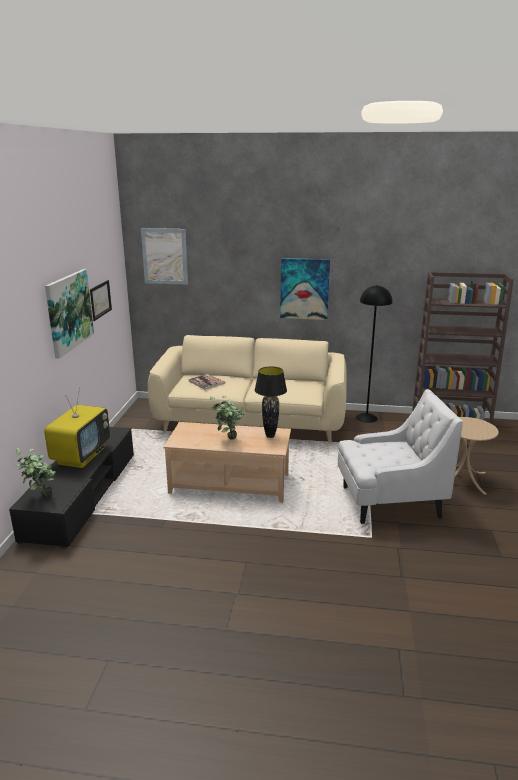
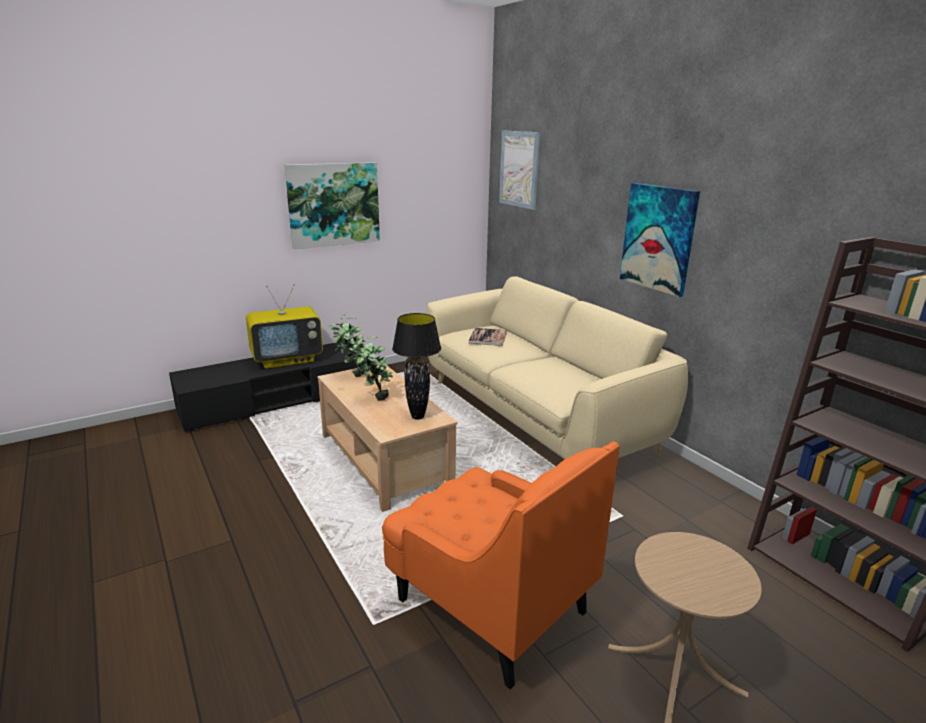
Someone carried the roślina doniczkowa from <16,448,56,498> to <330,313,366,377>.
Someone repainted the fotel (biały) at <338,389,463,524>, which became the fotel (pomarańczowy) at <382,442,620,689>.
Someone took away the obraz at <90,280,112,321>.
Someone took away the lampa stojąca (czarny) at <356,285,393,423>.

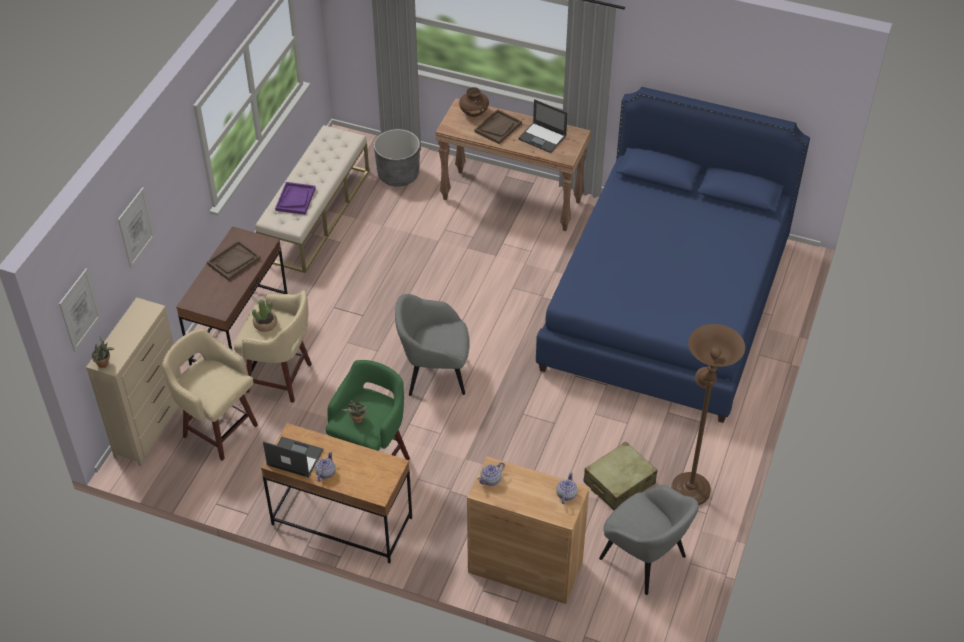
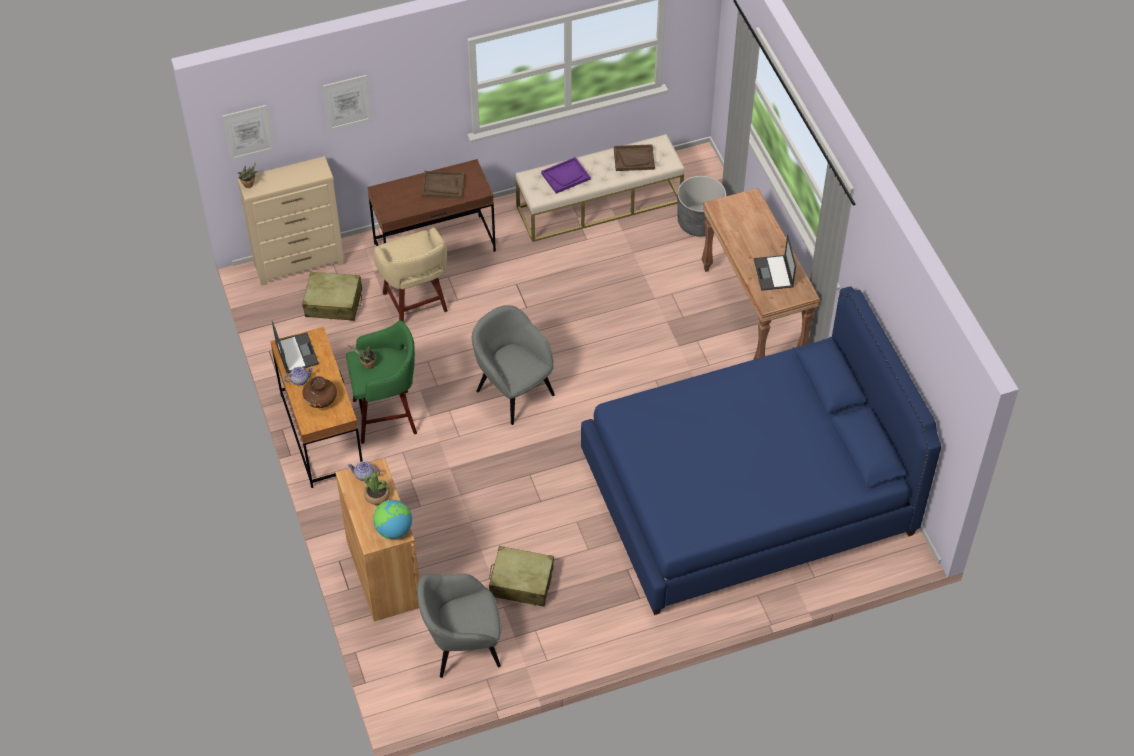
Someone swapped the stołek (beżowy) at <162,328,258,461> for the walizka (beżowy) at <302,272,362,321>.
Someone carried the wazon (brązowy) from <459,87,489,117> to <302,376,337,408>.
Someone carried the roślina doniczkowa from <252,299,277,332> to <364,473,390,505>.
Someone swapped the imbryk at <556,472,578,504> for the globus at <373,500,412,539>.
Someone rotated the fotel (szary) at <599,485,699,595> by 75 degrees clockwise.
Someone carried the taca (brązowy) from <474,109,522,144> to <614,144,655,171>.
Someone took away the lampa stojąca (brązowy) at <671,324,745,505>.

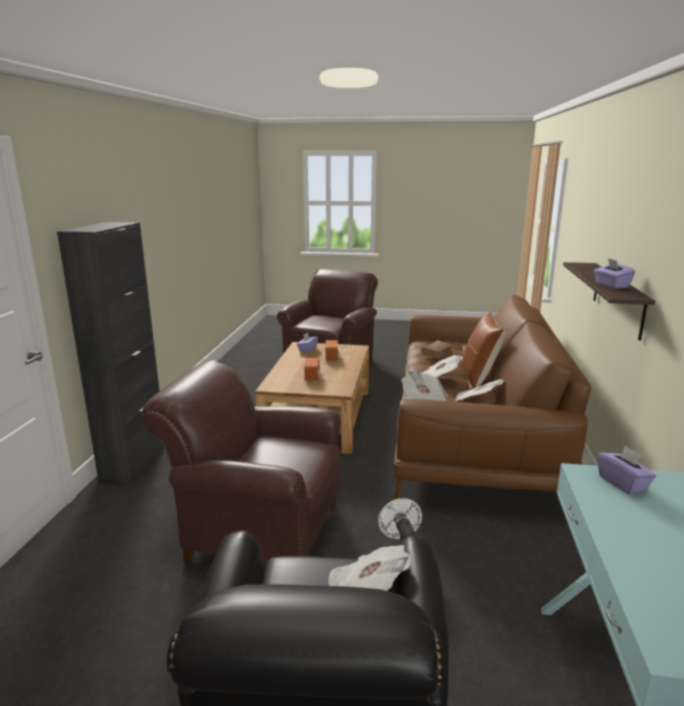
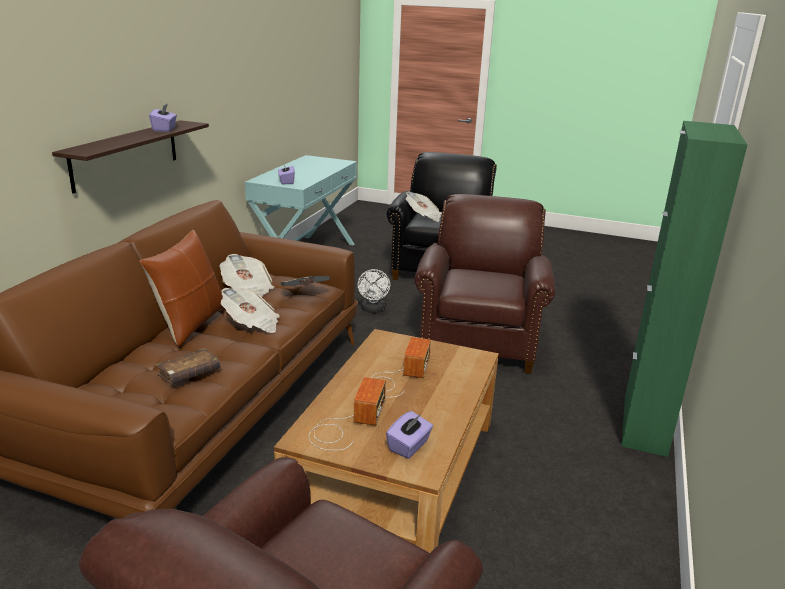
Someone rotated the fotel (brązowy) at <141,360,341,564> by 105 degrees counterclockwise.
Someone repainted the szafka (czarny) at <57,222,164,482>, which became the szafka (zielony) at <621,121,748,457>.

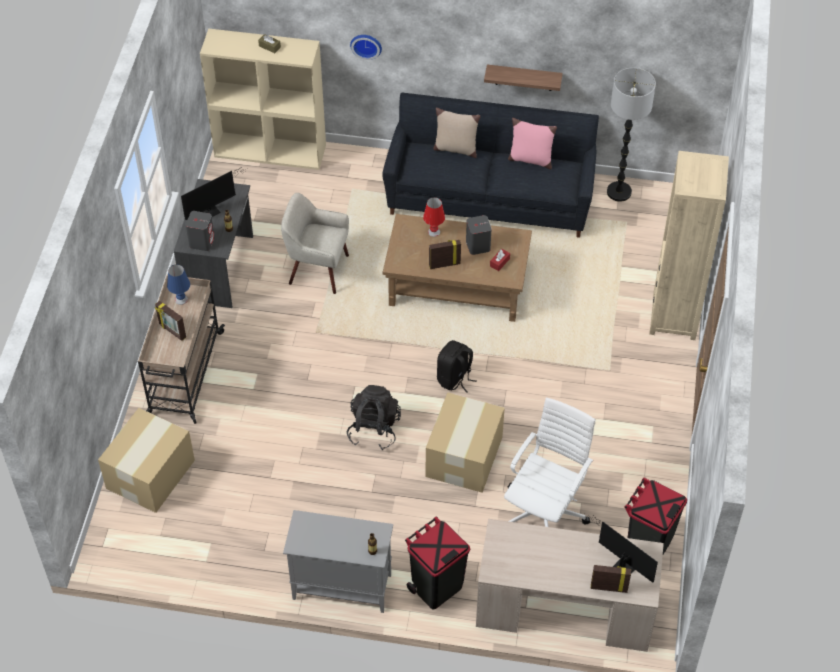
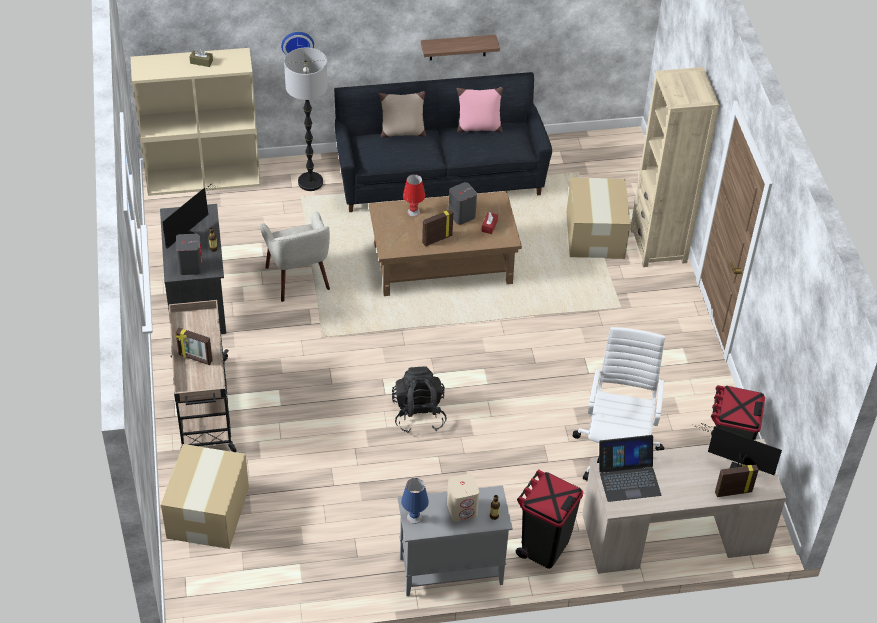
Someone rotated the fotel (beżowy) at <281,193,349,294> by 105 degrees counterclockwise.
Someone carried the lampa stojąca from <607,68,656,202> to <284,48,328,191>.
Someone carried the lampa stołowa (niebieski) from <167,265,190,305> to <401,478,429,524>.
Someone put down the głośnik (beżowy) at <447,474,479,522>.
Someone carried the karton from <426,392,505,493> to <566,178,631,259>.
Someone put down the laptop at <597,435,661,502>.
Someone took away the plecak (czarny) at <437,340,476,393>.

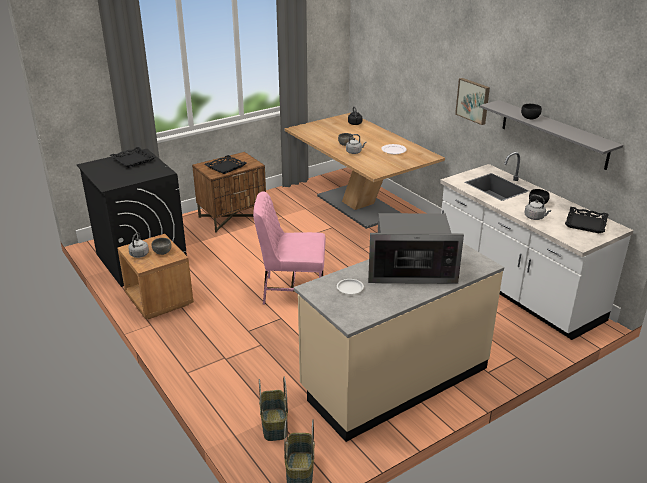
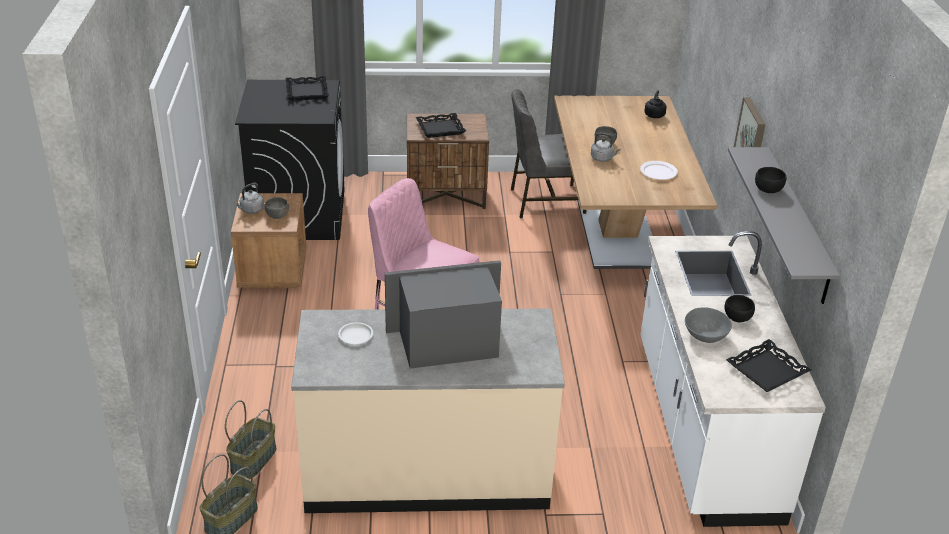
Someone rotated the mikrofalówka at <368,213,464,284> by 135 degrees clockwise.
Someone put down the krzesło (szary) at <511,89,586,218>.
Someone swapped the czajnik (szary) at <524,195,551,220> for the miska (szary) at <685,307,732,343>.

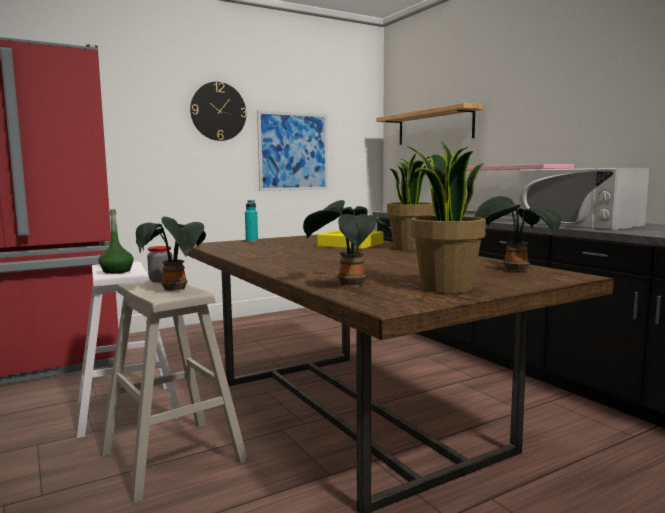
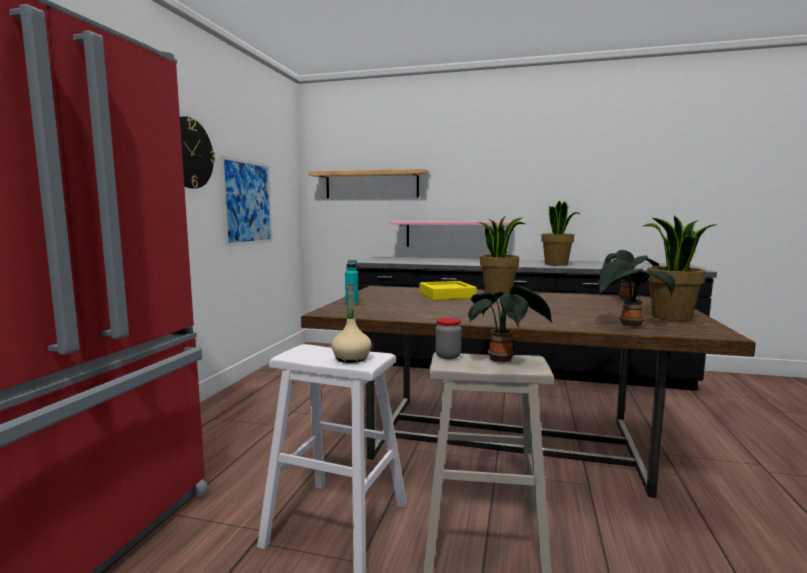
Someone repainted the butelka (zielony) at <99,209,134,274>, which became the butelka (beżowy) at <331,283,372,363>.
Someone swapped the mikrofalówka (biały) at <518,168,649,230> for the roślina doniczkowa at <541,200,580,266>.

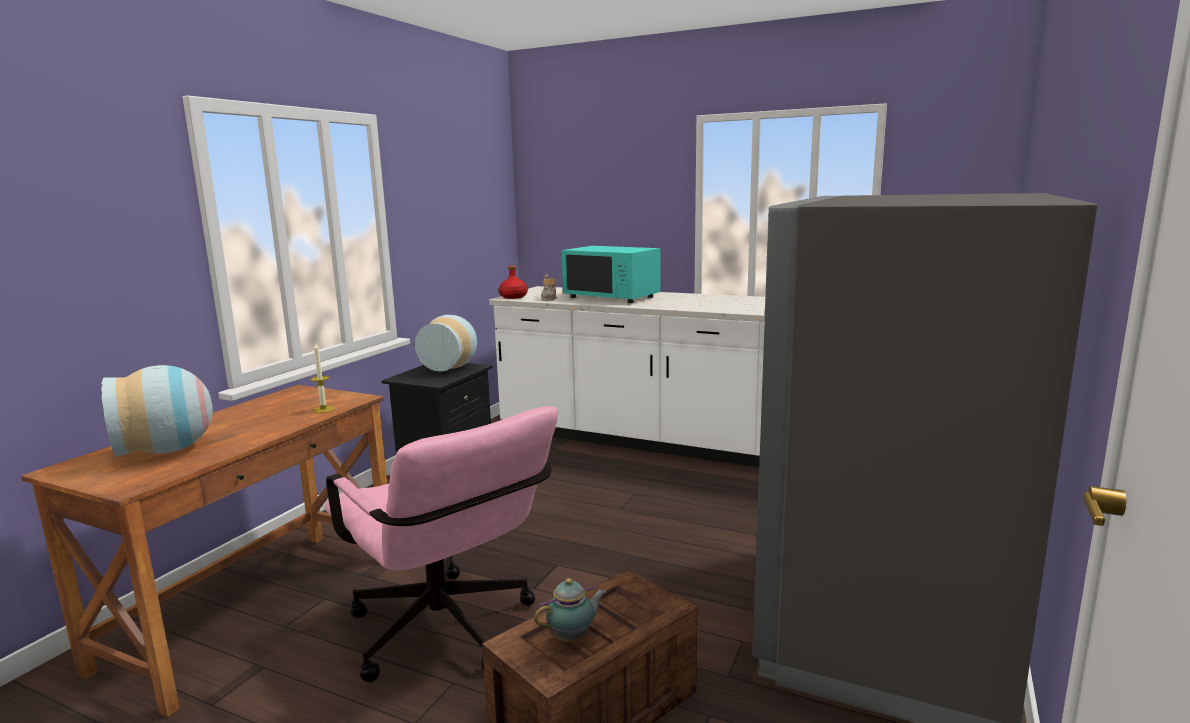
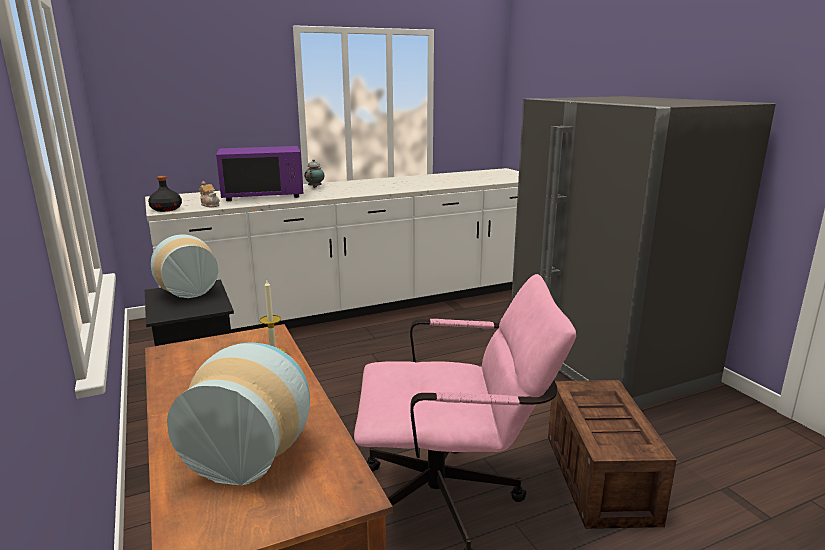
Someone repainted the butelka (czerwony) at <499,266,528,299>, which became the butelka (czarny) at <148,176,182,212>.
Someone repainted the mikrofalówka (turkusowy) at <562,246,660,303>, which became the mikrofalówka (fioletowy) at <216,146,304,201>.
Someone carried the imbryk from <534,578,607,642> to <304,159,325,188>.

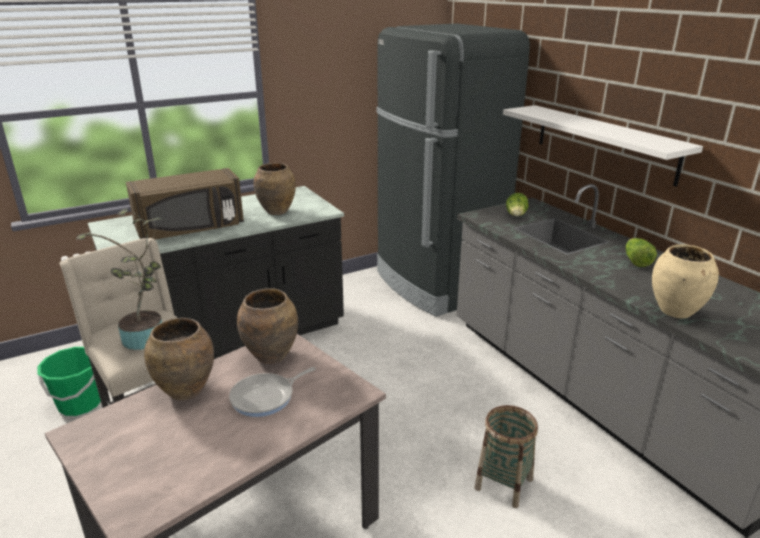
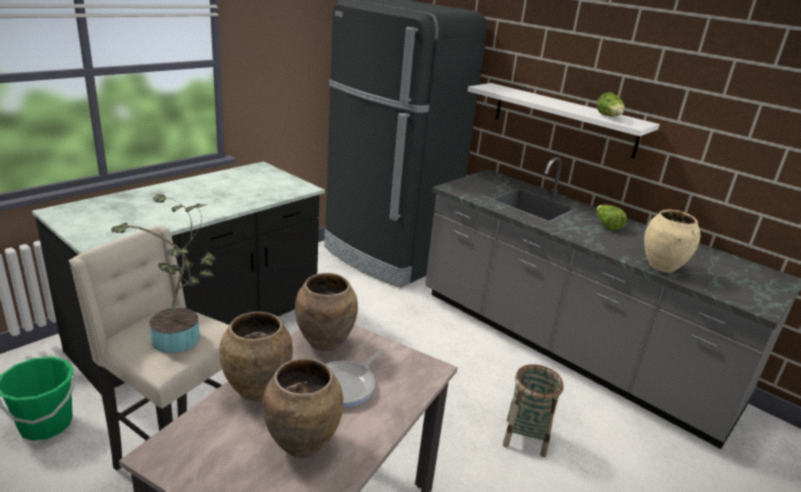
Someone carried the wazon (brązowy) from <254,163,296,215> to <262,358,343,458>.
Someone carried the sałata from <506,193,528,216> to <597,92,625,117>.
Someone took away the mikrofalówka (brązowy) at <126,168,244,239>.

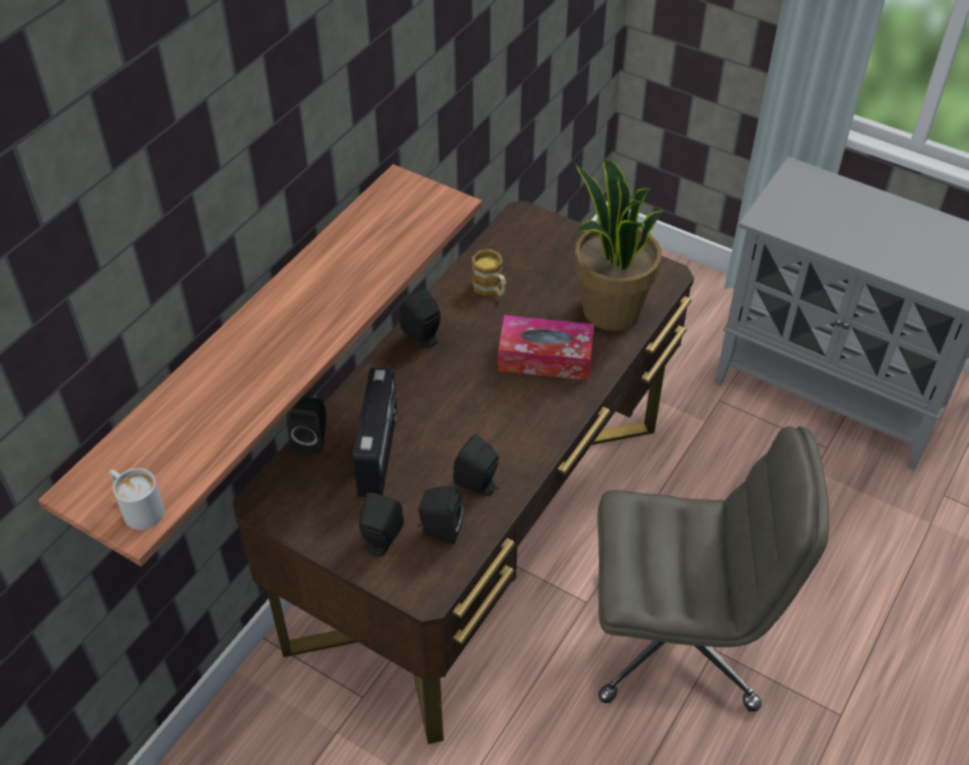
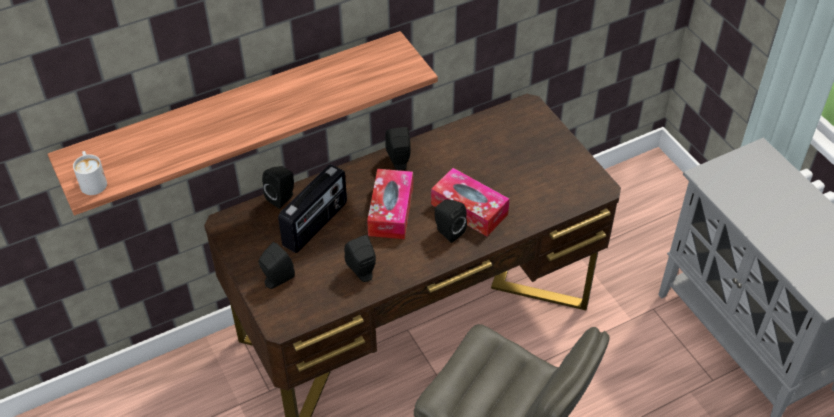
Someone put down the pudełko chusteczek at <367,169,413,239>.
Someone carried the głośnik (czarny) from <417,486,464,544> to <434,200,467,243>.
Someone took away the kubek at <472,249,506,297>.
Someone took away the roślina doniczkowa at <574,160,664,331>.

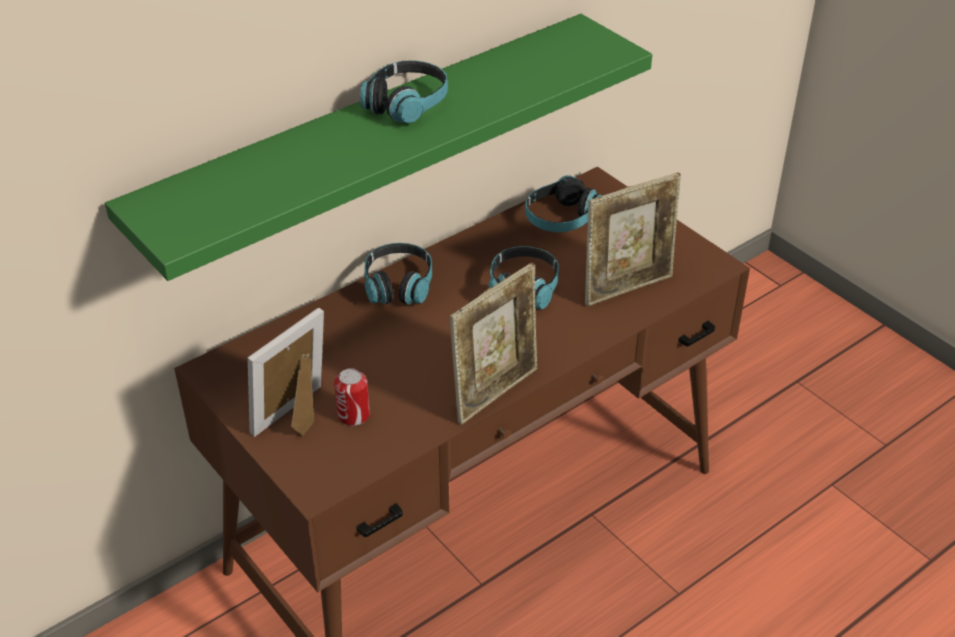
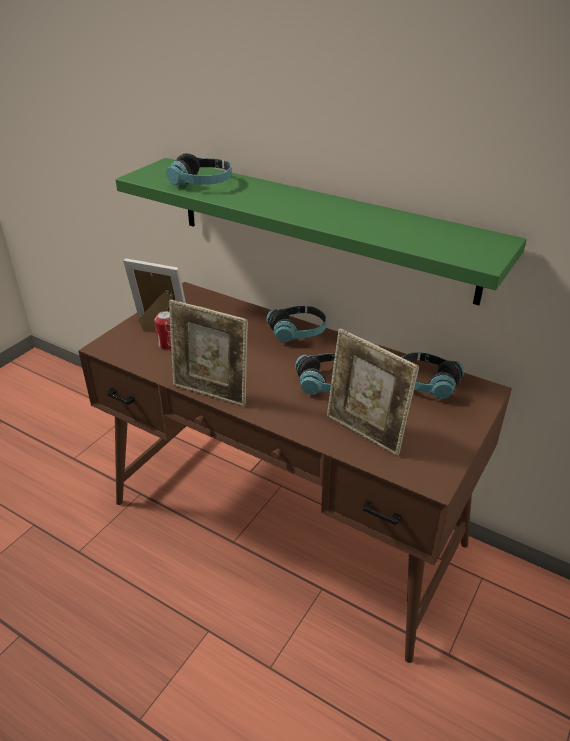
Someone carried the słuchawki from <360,60,448,123> to <166,153,232,186>.

